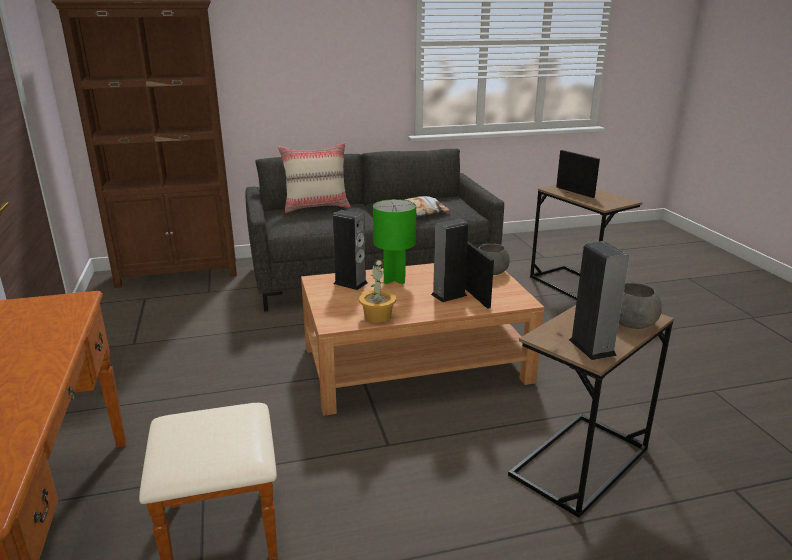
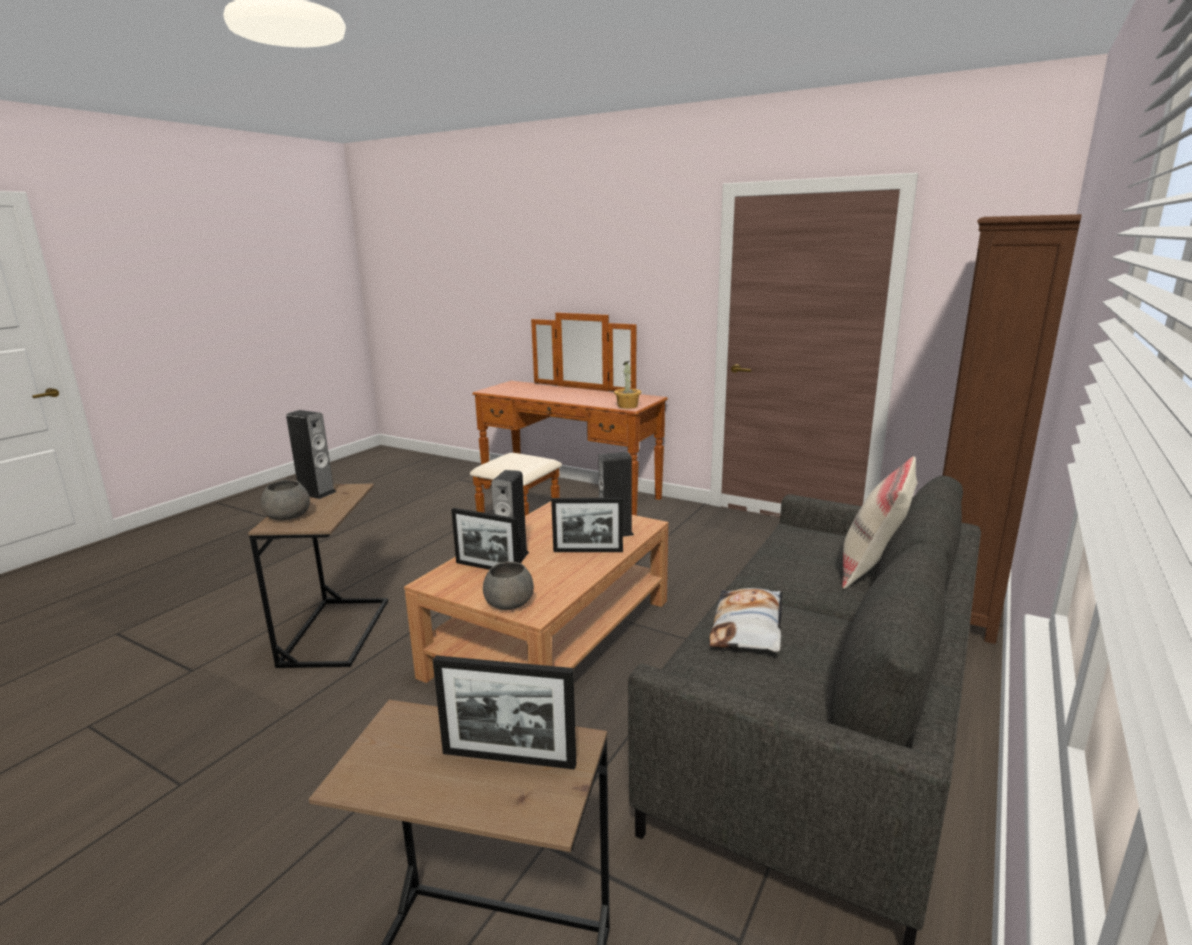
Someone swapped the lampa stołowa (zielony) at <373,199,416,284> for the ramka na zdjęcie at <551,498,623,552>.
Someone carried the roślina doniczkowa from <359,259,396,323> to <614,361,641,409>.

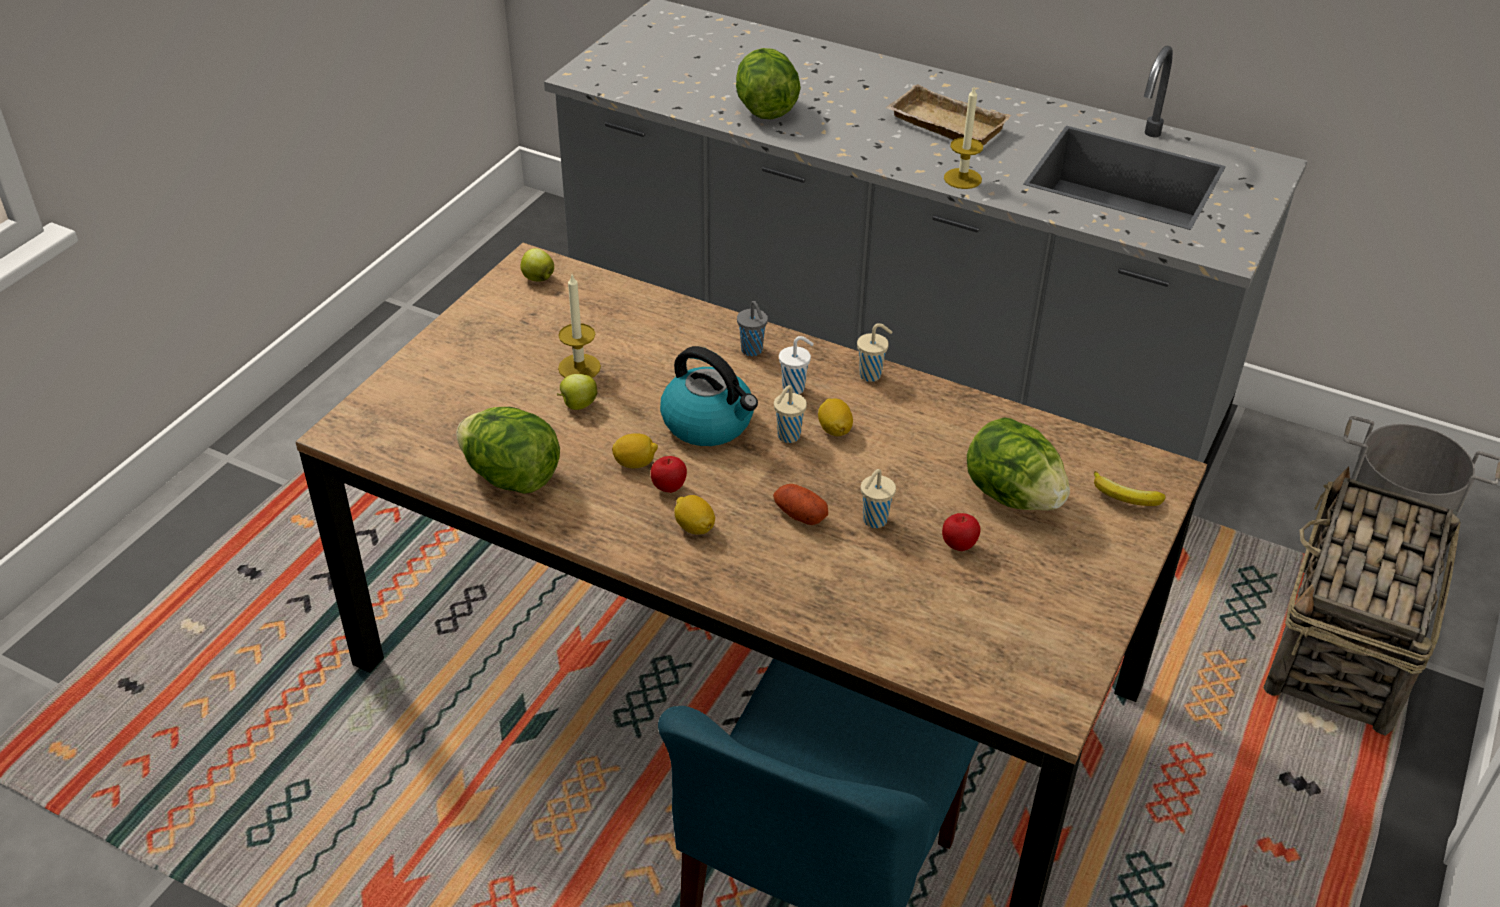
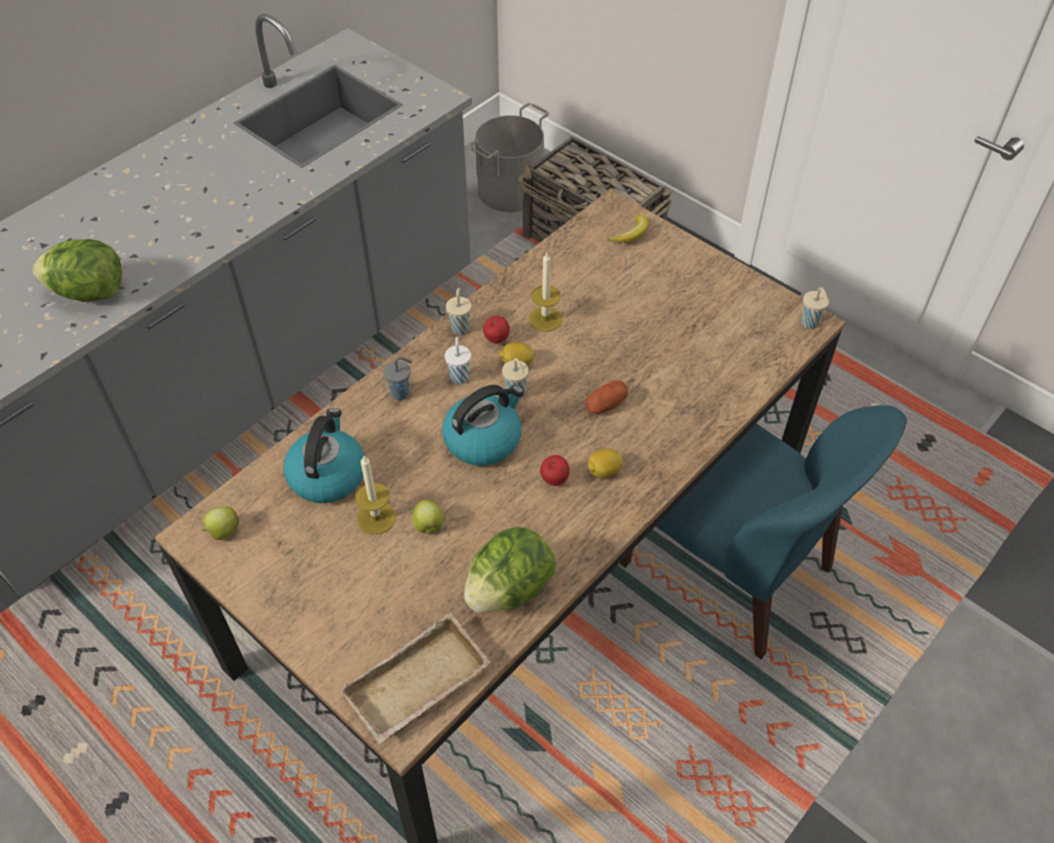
Someone put down the czajnik at <283,408,365,503>.
Someone carried the taca (beżowy) from <886,84,1011,146> to <340,613,491,744>.
Someone carried the jabłko from <942,513,980,551> to <483,316,510,344>.
Someone carried the świeca from <944,87,983,189> to <529,253,562,332>.
Someone carried the filiżanka (beżowy) from <861,469,896,528> to <801,287,829,329>.
Someone took away the cytryna at <612,433,658,469>.
Someone took away the sałata at <967,417,1070,511>.

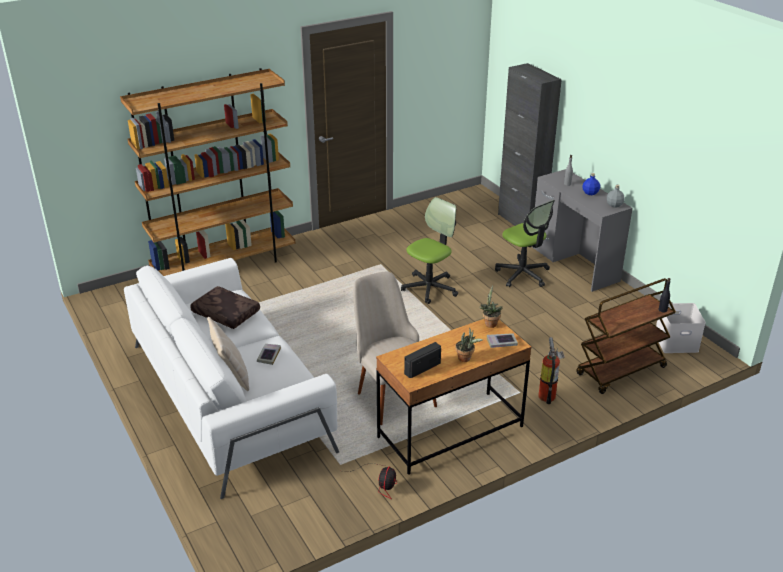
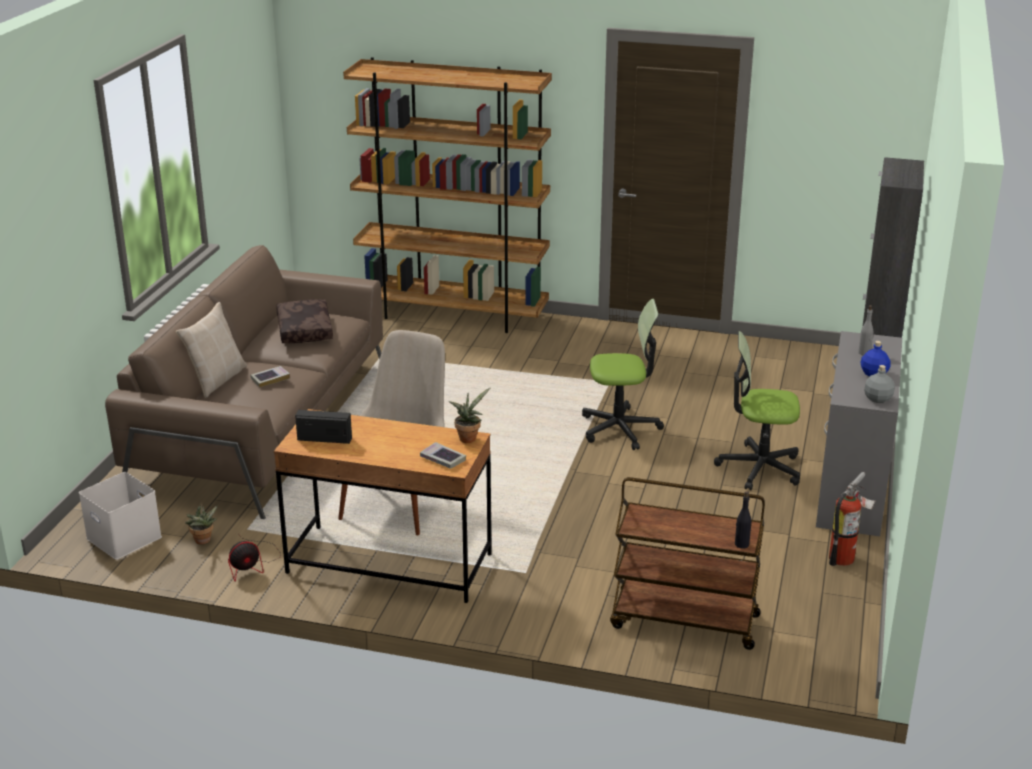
Someone carried the pojemnik do przechowywania (biały) from <656,303,706,353> to <79,472,162,560>.
Someone repainted the kanapa (biały) at <124,258,339,499>, which became the kanapa (brązowy) at <105,245,383,519>.
Someone carried the roślina doniczkowa from <455,327,483,362> to <185,506,218,545>.
Someone rotated the krzesło biurowe at <495,200,555,287> by 90 degrees clockwise.
Someone carried the gaśnica from <538,337,565,404> to <829,472,876,566>.

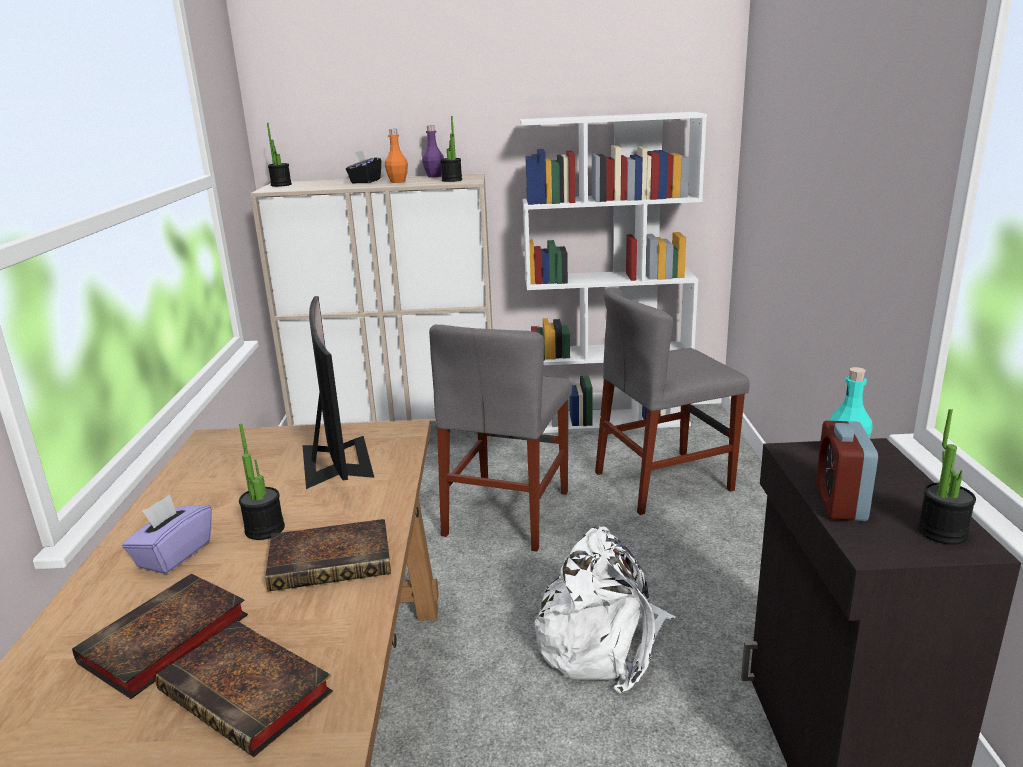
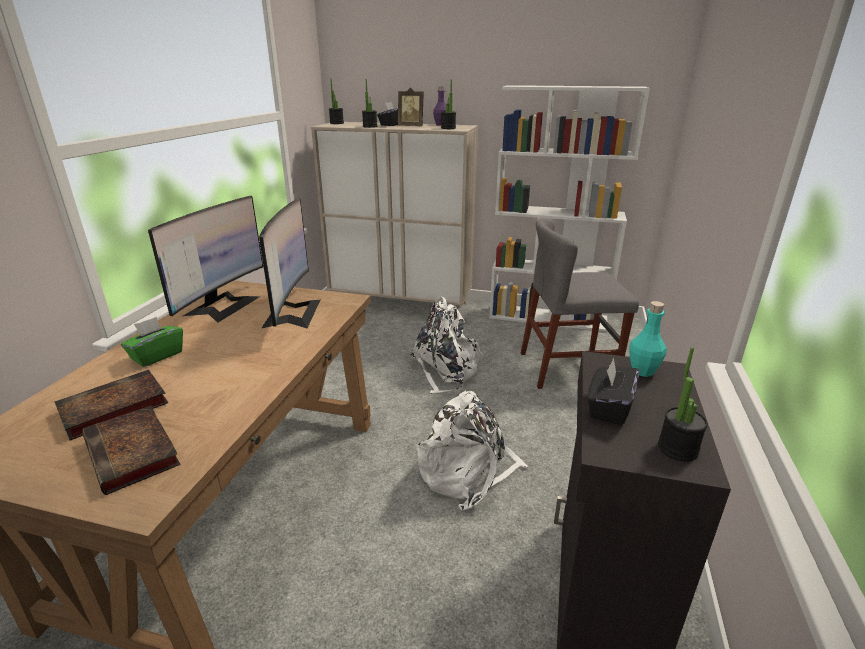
Someone repainted the pudełko chusteczek (fioletowy) at <122,494,212,574>, which became the pudełko chusteczek (zielony) at <121,317,183,367>.
Someone put down the monitor at <148,196,263,323>.
Someone carried the roślina doniczkowa from <239,424,285,540> to <362,79,377,128>.
Someone swapped the butelka (pomarańczowy) at <385,129,408,183> for the ramka na zdjęcie at <398,87,423,126>.
Someone swapped the krzesło (szary) at <429,325,572,552> for the plecak (biały) at <411,297,484,393>.
Someone swapped the budzik at <816,421,878,521> for the pudełko chusteczek (czarny) at <587,357,639,425>.
Someone took away the książka at <265,519,391,591>.

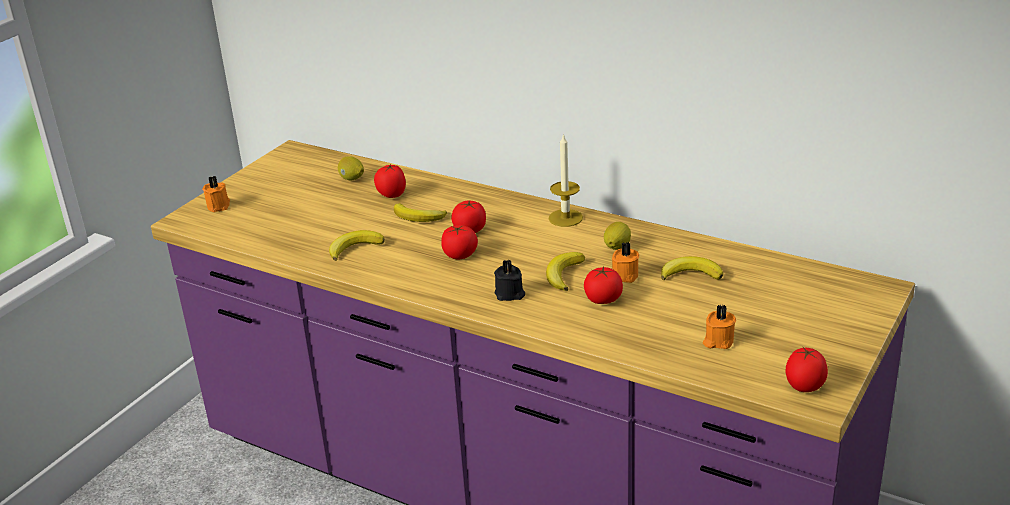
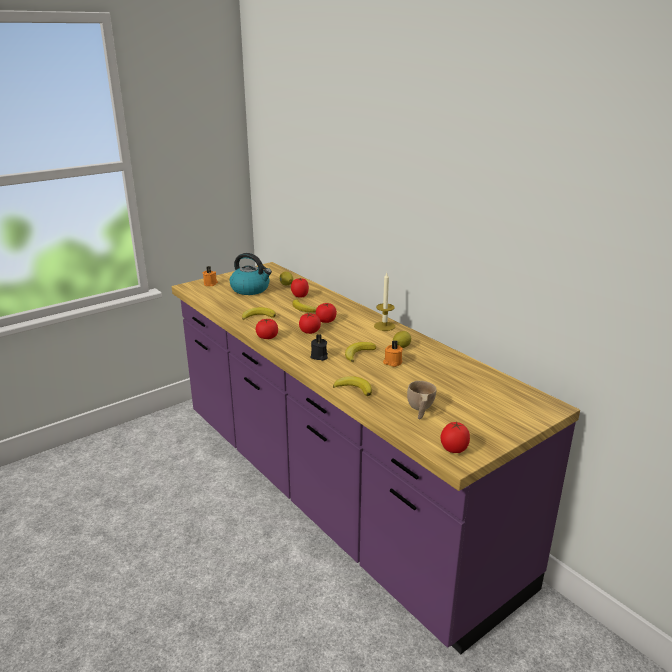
Someone put down the czajnik at <230,253,272,295>.
Someone carried the pomidor from <584,267,623,304> to <255,319,278,339>.
Someone carried the banan from <661,256,723,280> to <333,376,372,396>.
Someone swapped the świeca (pomarańczowy) at <703,304,736,349> for the filiżanka (beżowy) at <407,381,437,419>.

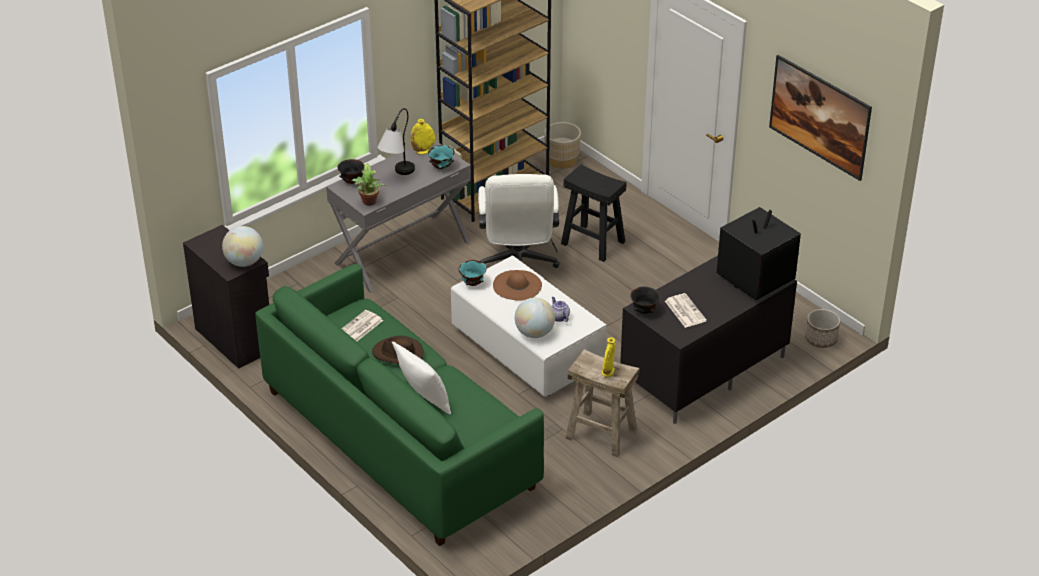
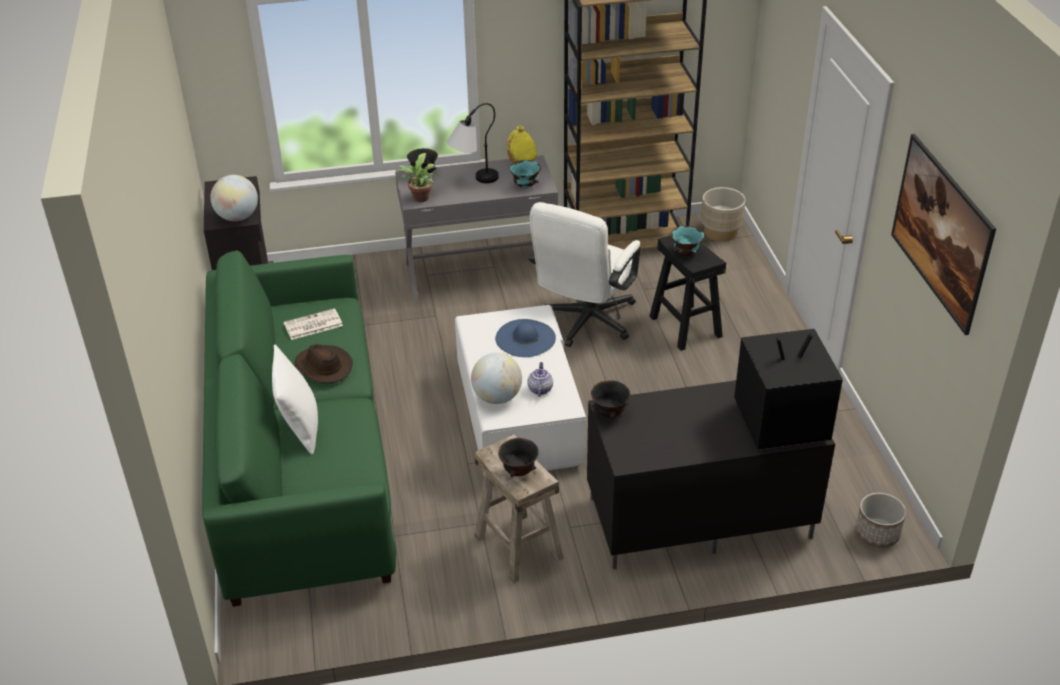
Someone repainted the kapelusz (brązowy) at <493,270,542,301>, which became the kapelusz (niebieski) at <495,319,556,357>.
Someone swapped the wazon (żółty) at <602,337,616,377> for the miska (czarny) at <498,438,539,477>.
Someone carried the miska (turkusowy) from <459,260,486,286> to <671,226,704,256>.
Someone took away the gazeta at <665,293,707,328>.

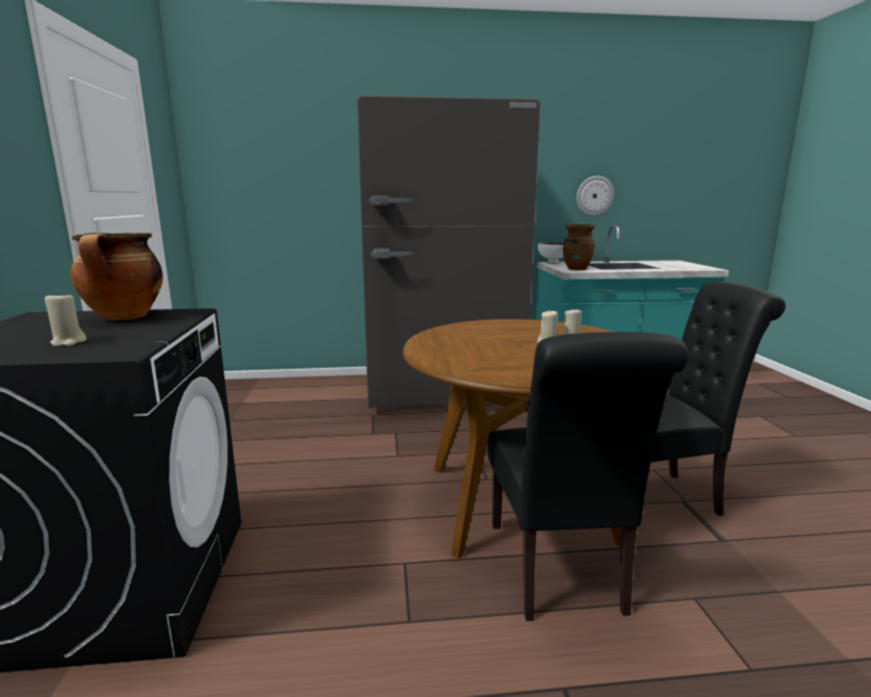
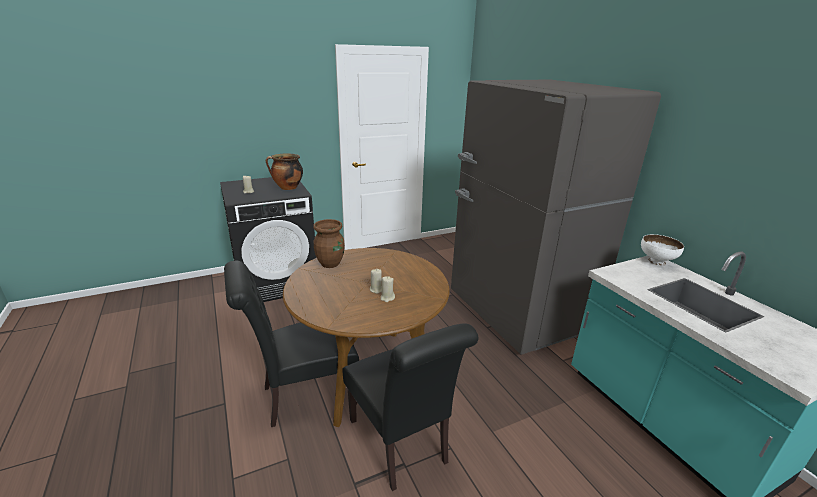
Someone carried the wazon (brązowy) from <563,224,595,270> to <313,219,345,268>.
Someone took away the zegar ścienny at <576,176,614,217>.

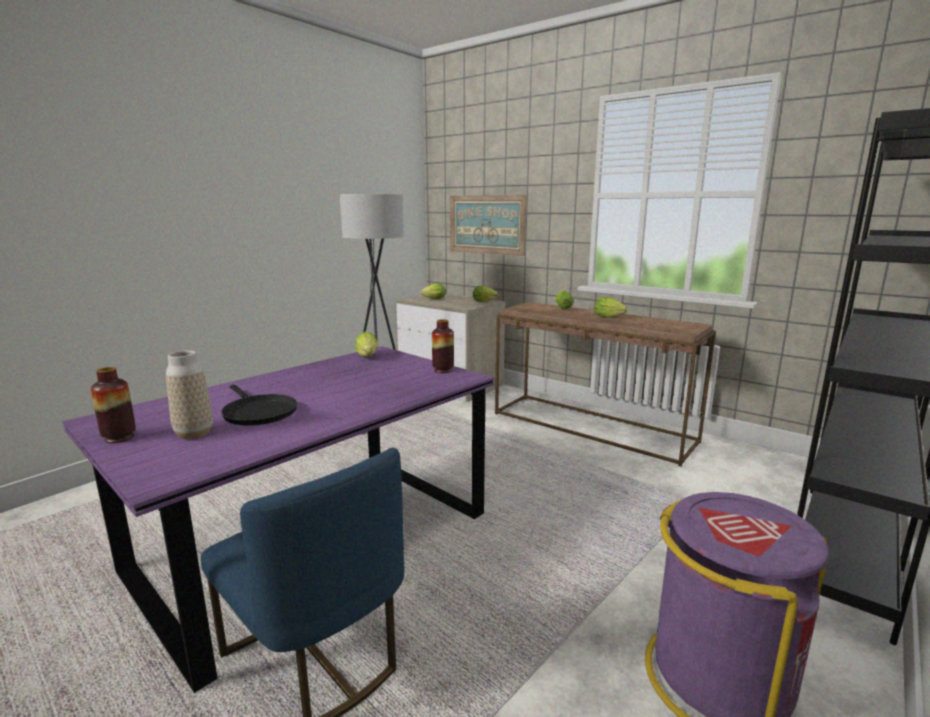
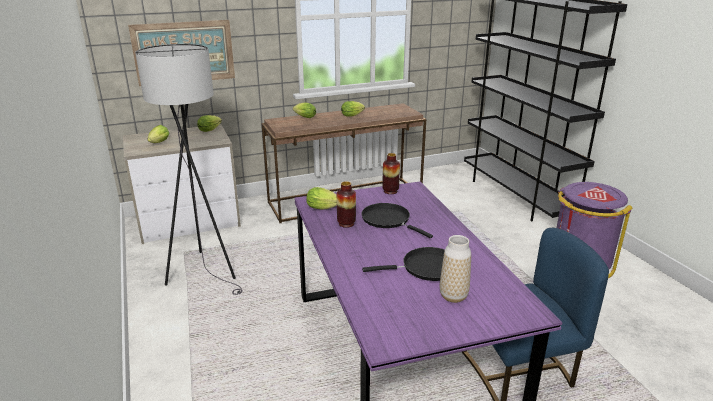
Someone carried the wazon from <91,367,136,443> to <337,181,356,228>.
Someone put down the patelnia (czarny) at <361,203,433,238>.

